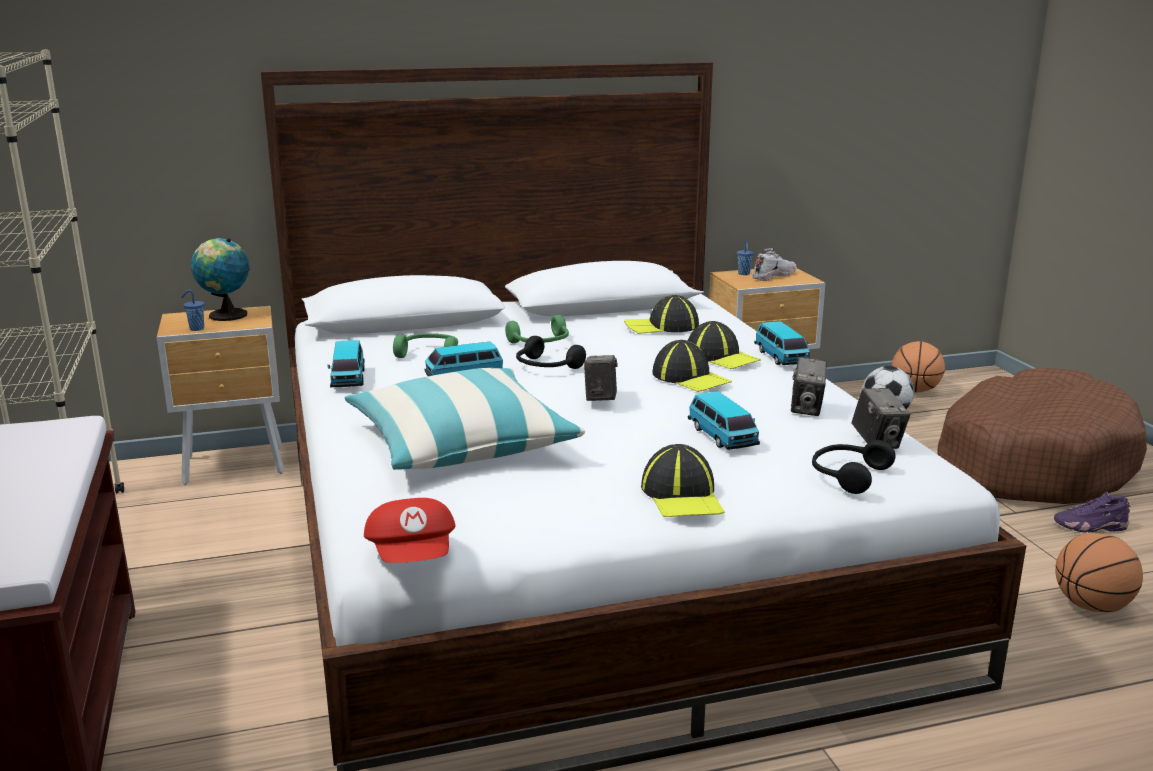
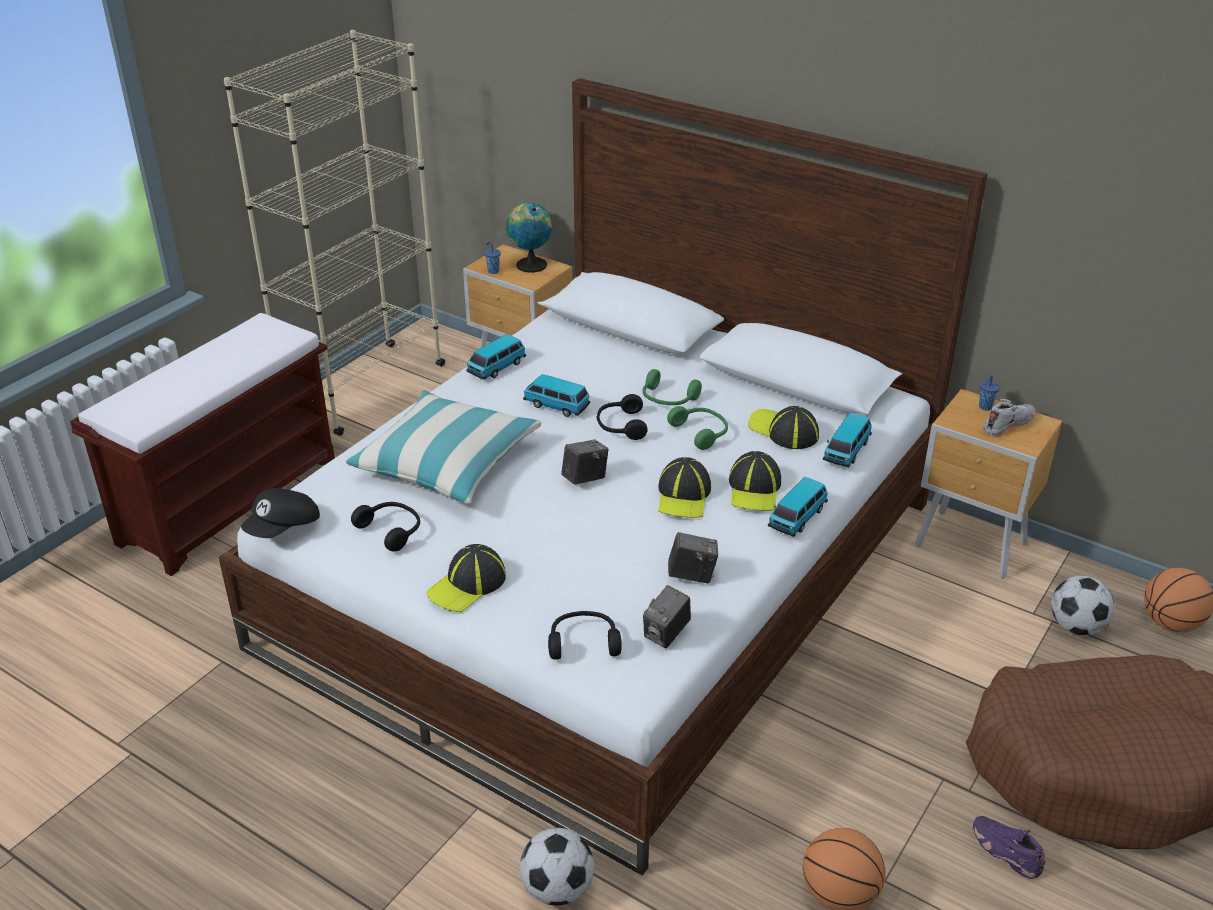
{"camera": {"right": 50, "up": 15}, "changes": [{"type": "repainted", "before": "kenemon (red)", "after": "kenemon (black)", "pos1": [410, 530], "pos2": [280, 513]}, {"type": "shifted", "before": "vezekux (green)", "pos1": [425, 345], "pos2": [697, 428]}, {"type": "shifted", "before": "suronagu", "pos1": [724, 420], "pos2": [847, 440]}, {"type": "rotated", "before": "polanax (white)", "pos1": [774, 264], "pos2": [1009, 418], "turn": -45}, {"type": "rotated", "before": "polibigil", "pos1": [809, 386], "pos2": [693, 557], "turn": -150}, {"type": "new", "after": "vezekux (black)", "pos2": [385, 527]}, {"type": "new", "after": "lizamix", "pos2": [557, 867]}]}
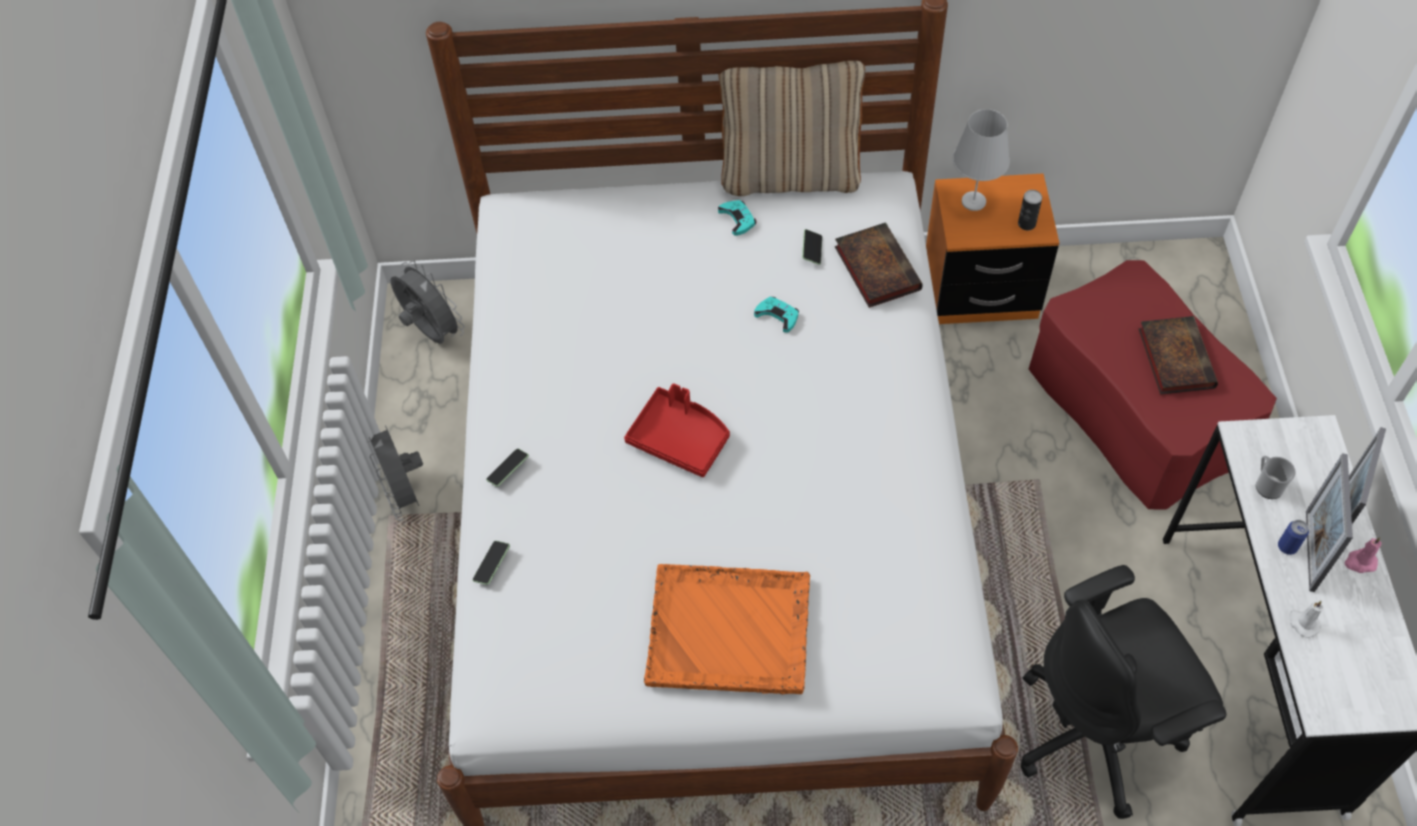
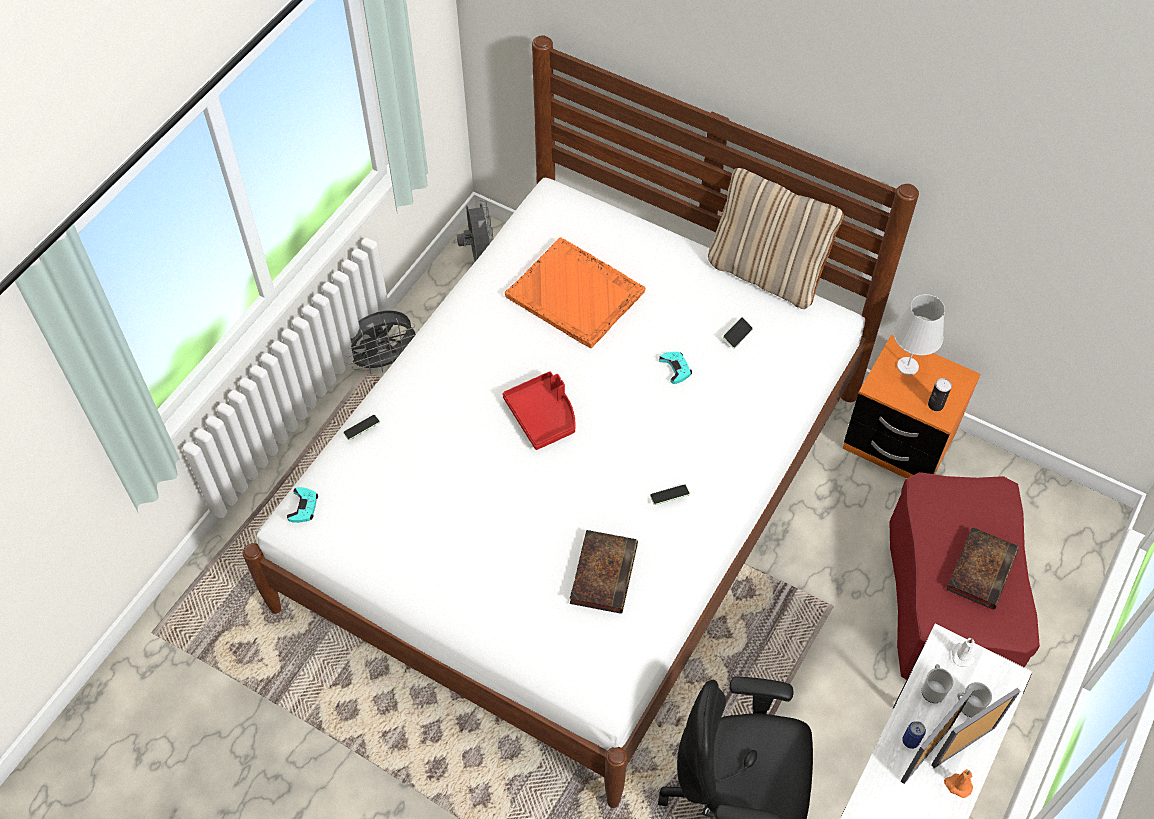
{"camera": {"right": 30, "up": 0}, "changes": [{"type": "rotated", "before": "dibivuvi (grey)", "pos1": [395, 473], "pos2": [382, 342], "turn": -120}, {"type": "shifted", "before": "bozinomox", "pos1": [507, 468], "pos2": [670, 495]}, {"type": "shifted", "before": "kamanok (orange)", "pos1": [727, 629], "pos2": [575, 293]}, {"type": "shifted", "before": "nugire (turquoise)", "pos1": [737, 218], "pos2": [302, 505]}, {"type": "shifted", "before": "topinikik", "pos1": [879, 265], "pos2": [604, 572]}, {"type": "shifted", "before": "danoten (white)", "pos1": [1306, 619], "pos2": [963, 652]}, {"type": "repainted", "before": "danoten (pink)", "after": "danoten (orange)", "pos1": [1363, 555], "pos2": [958, 783]}, {"type": "new", "after": "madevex", "pos2": [974, 699]}]}
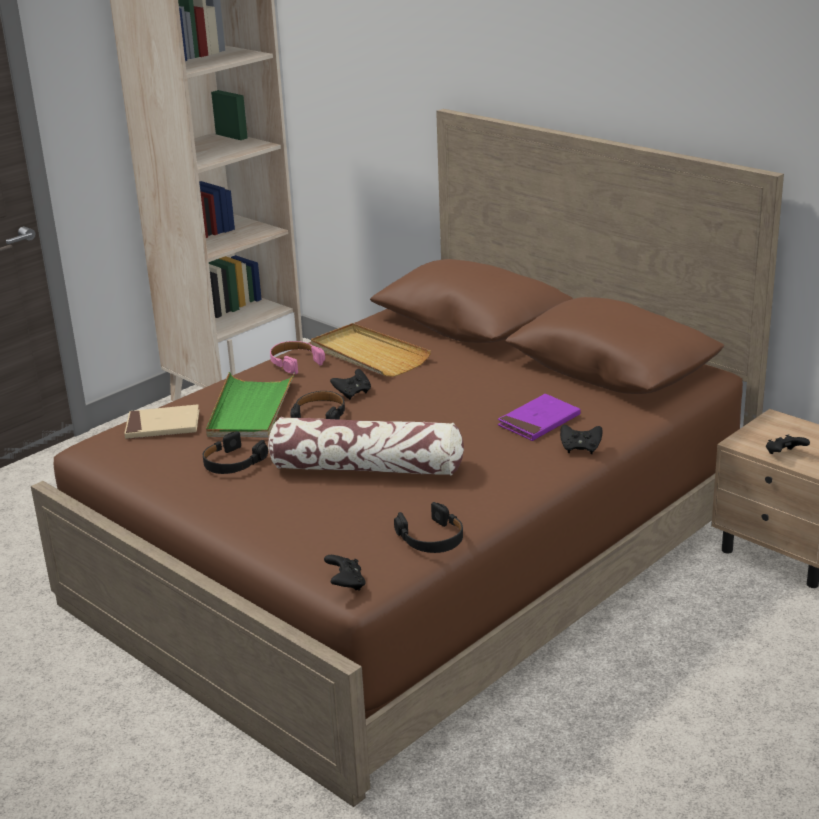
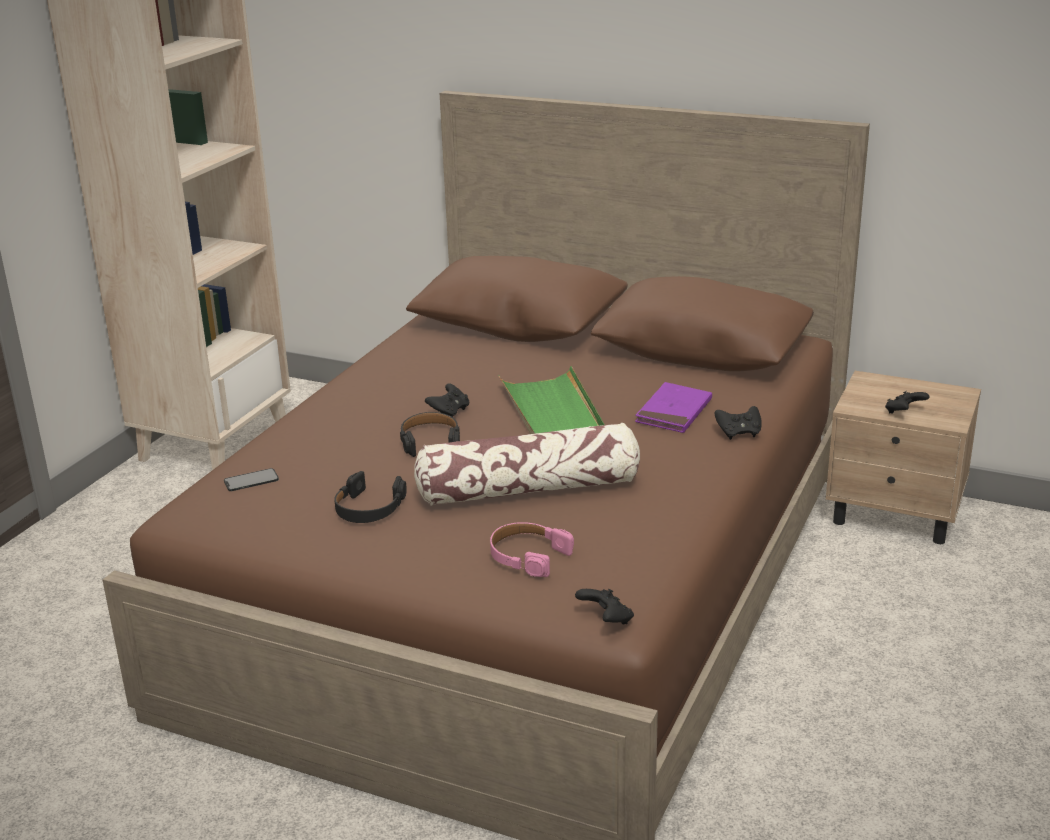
{"camera": {"right": -20, "up": 0}, "changes": [{"type": "swapped", "before": "topinikik (beige)", "after": "bozinomox", "pos1": [161, 421], "pos2": [251, 479]}, {"type": "shifted", "before": "kamanok (green)", "pos1": [250, 405], "pos2": [551, 400]}, {"type": "shifted", "before": "vezekux (pink)", "pos1": [297, 357], "pos2": [532, 549]}, {"type": "gone", "before": "kamanok (beige)", "pos1": [371, 350]}, {"type": "gone", "before": "vezekux (black)", "pos1": [428, 527]}]}
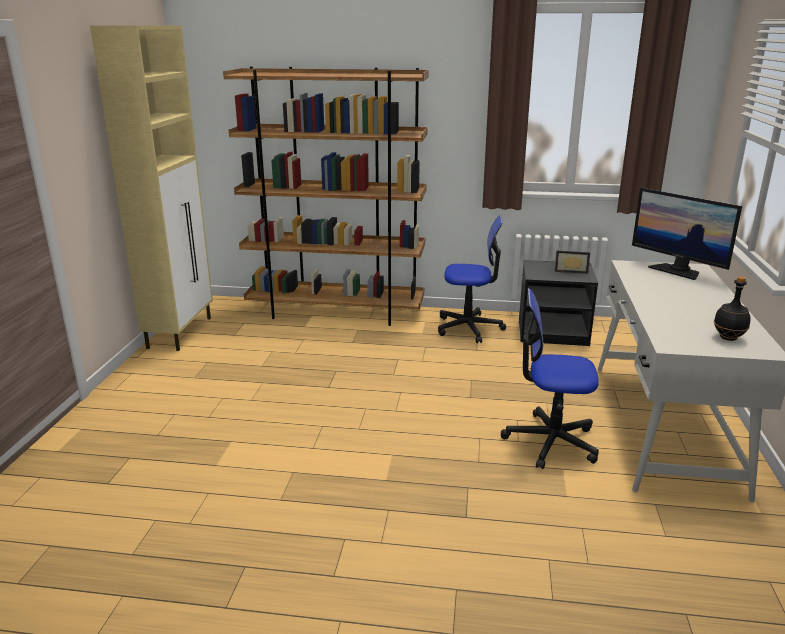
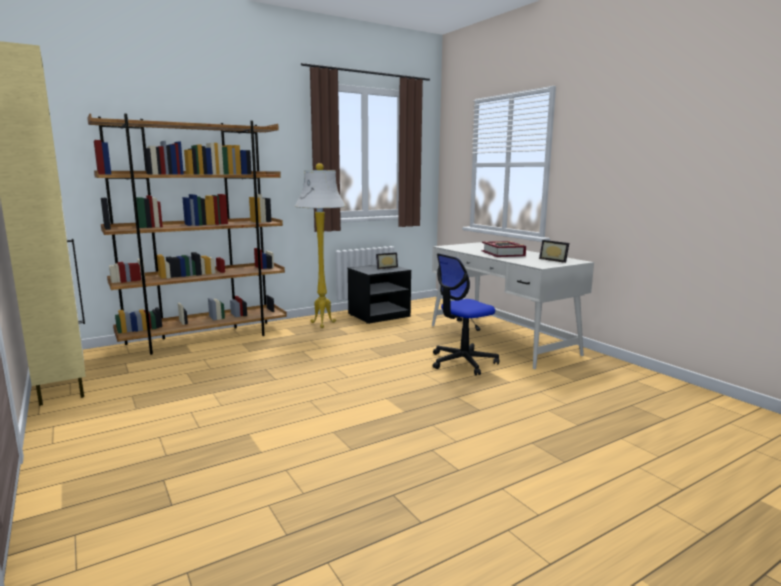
{"camera": {"right": -40, "up": -10}, "changes": [{"type": "swapped", "before": "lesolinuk", "after": "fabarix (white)", "pos1": [472, 279], "pos2": [320, 245]}, {"type": "gone", "before": "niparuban", "pos1": [687, 234]}, {"type": "swapped", "before": "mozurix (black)", "after": "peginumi", "pos1": [732, 309], "pos2": [554, 251]}, {"type": "new", "after": "topinikik", "pos2": [504, 249]}]}
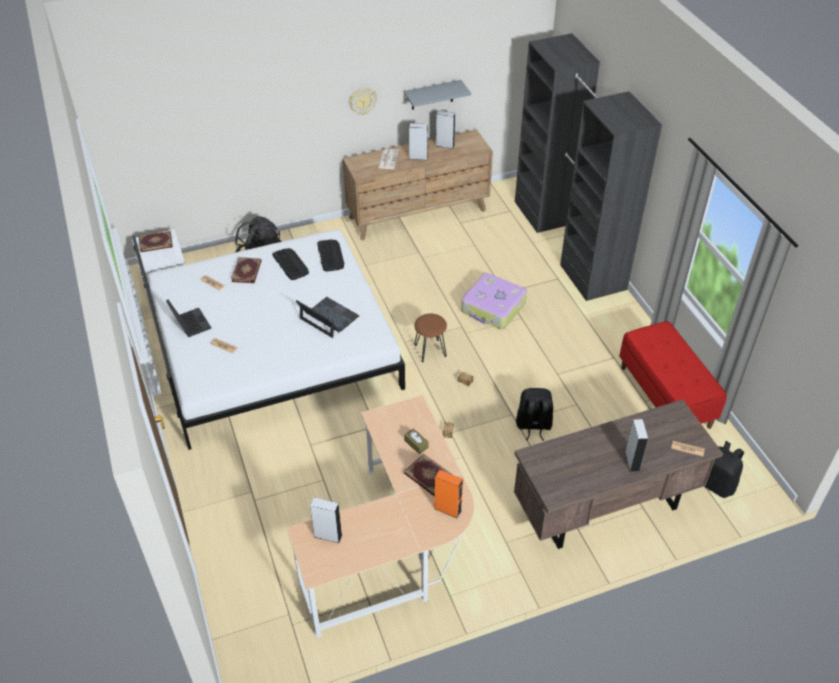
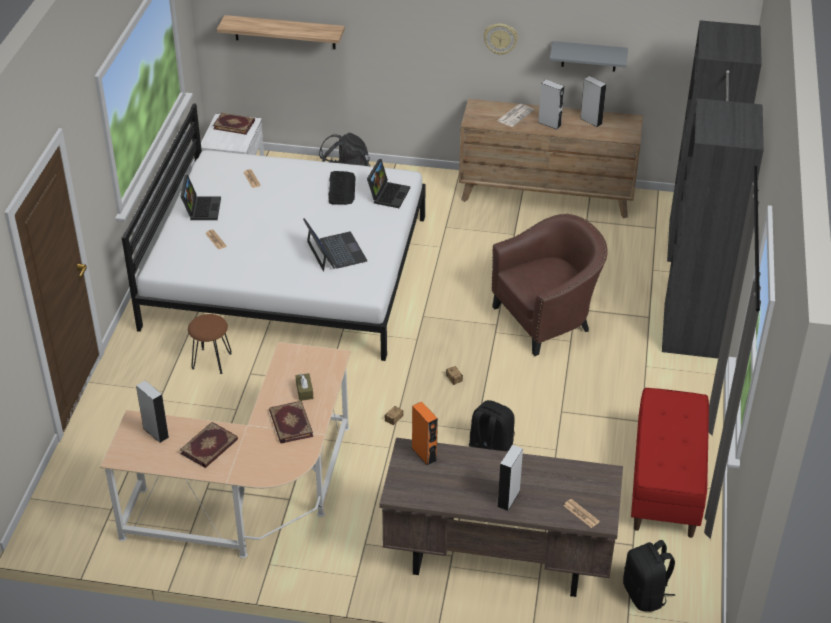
{"camera": {"right": 30, "up": -5}, "changes": [{"type": "shifted", "before": "topinikik", "pos1": [246, 270], "pos2": [209, 445]}, {"type": "swapped", "before": "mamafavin", "after": "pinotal", "pos1": [330, 255], "pos2": [388, 183]}, {"type": "shifted", "before": "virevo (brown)", "pos1": [430, 338], "pos2": [210, 344]}, {"type": "shifted", "before": "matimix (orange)", "pos1": [448, 494], "pos2": [425, 434]}, {"type": "swapped", "before": "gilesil", "after": "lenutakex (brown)", "pos1": [494, 301], "pos2": [549, 285]}, {"type": "new", "after": "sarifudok", "pos2": [281, 32]}]}
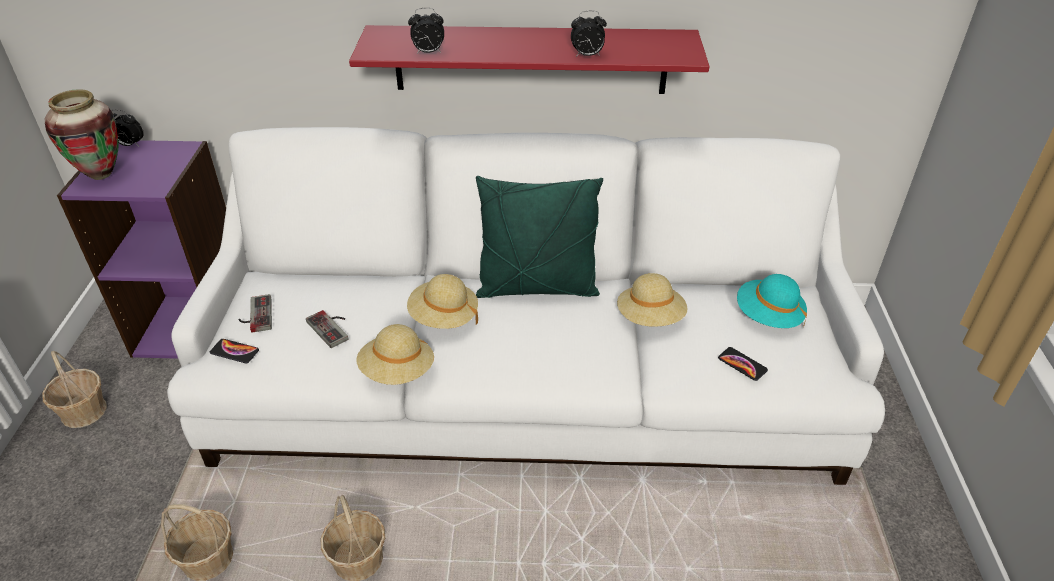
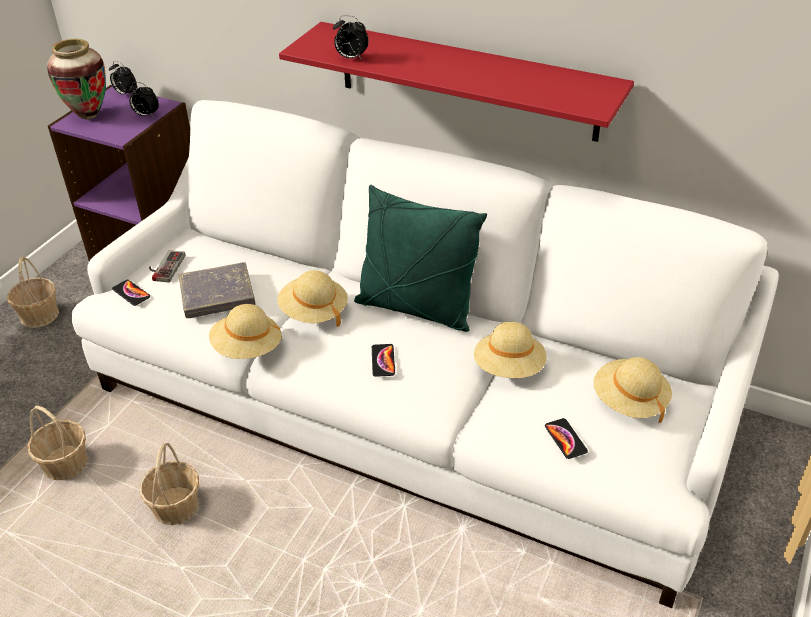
{"camera": {"right": 25, "up": 0}, "changes": [{"type": "swapped", "before": "nugire", "after": "topinikik (grey)", "pos1": [327, 329], "pos2": [217, 290]}, {"type": "shifted", "before": "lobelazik", "pos1": [589, 34], "pos2": [143, 99]}, {"type": "repainted", "before": "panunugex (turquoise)", "after": "panunugex (beige)", "pos1": [772, 301], "pos2": [633, 390]}, {"type": "new", "after": "bozinomox", "pos2": [383, 360]}]}
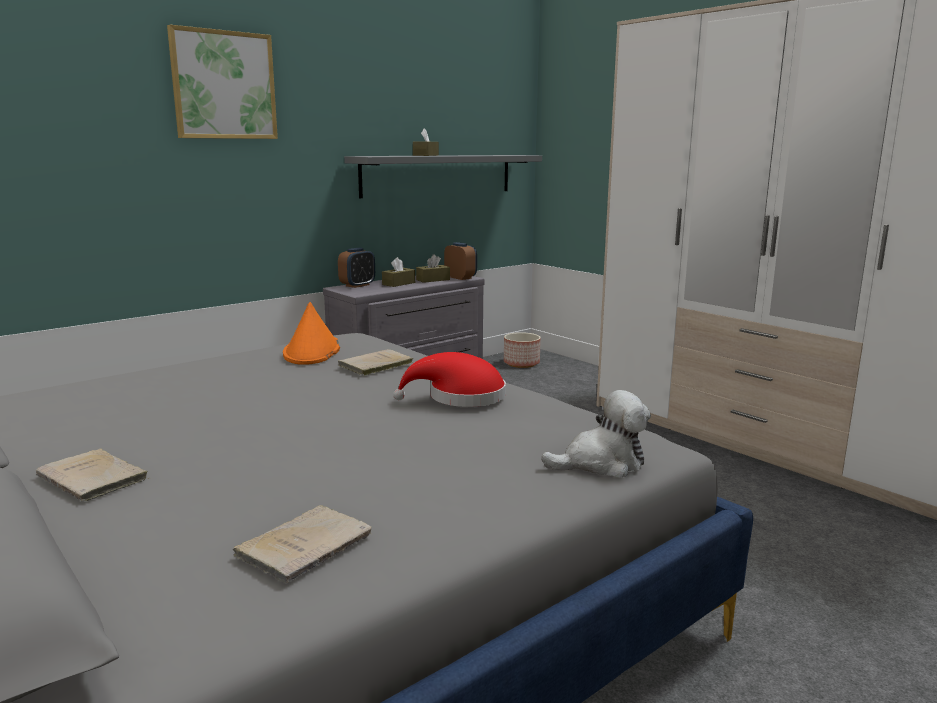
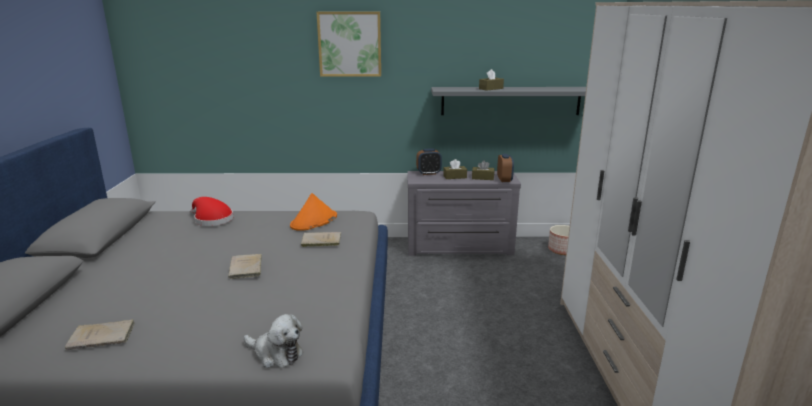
{"camera": {"right": 40, "up": 5}, "changes": [{"type": "shifted", "before": "topinikik (beige)", "pos1": [92, 475], "pos2": [245, 266]}, {"type": "shifted", "before": "panunugex (red)", "pos1": [449, 379], "pos2": [211, 211]}]}
